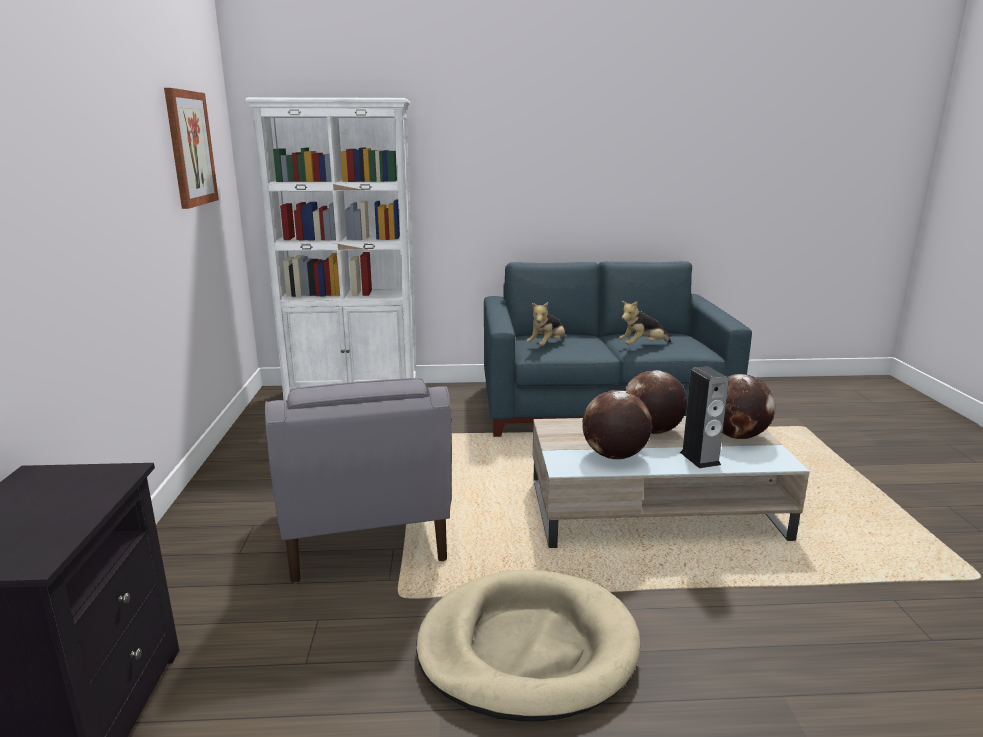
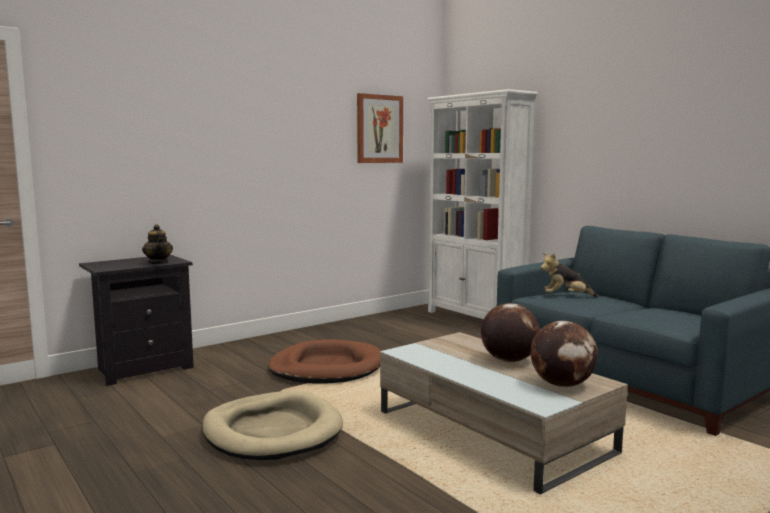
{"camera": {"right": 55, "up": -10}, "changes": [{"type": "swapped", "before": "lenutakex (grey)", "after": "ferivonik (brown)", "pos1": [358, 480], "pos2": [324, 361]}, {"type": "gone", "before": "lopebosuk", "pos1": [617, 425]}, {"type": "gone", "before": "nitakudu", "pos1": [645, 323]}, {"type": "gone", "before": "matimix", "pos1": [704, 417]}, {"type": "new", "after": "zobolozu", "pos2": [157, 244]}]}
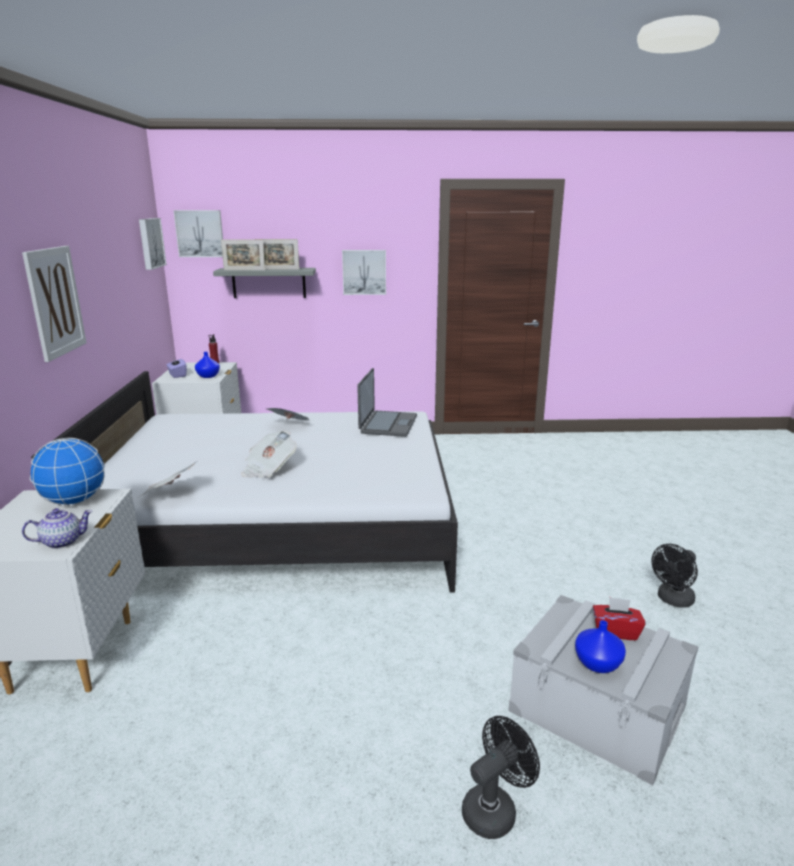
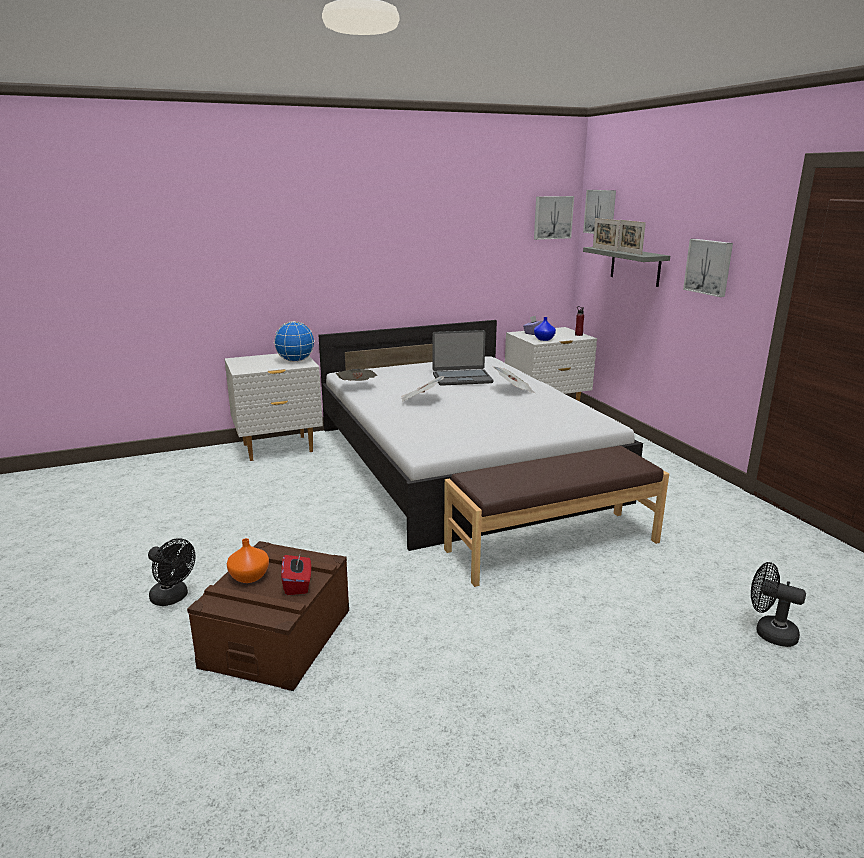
{"camera": {"right": 70, "up": 0}, "changes": [{"type": "gone", "before": "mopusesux", "pos1": [54, 304]}, {"type": "gone", "before": "zobolozu", "pos1": [57, 528]}, {"type": "shifted", "before": "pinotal", "pos1": [387, 402], "pos2": [463, 358]}, {"type": "repainted", "before": "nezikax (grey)", "after": "nezikax (brown)", "pos1": [603, 690], "pos2": [268, 616]}, {"type": "repainted", "before": "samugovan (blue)", "after": "samugovan (orange)", "pos1": [600, 646], "pos2": [248, 560]}, {"type": "shifted", "before": "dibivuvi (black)", "pos1": [674, 576], "pos2": [778, 604]}, {"type": "new", "after": "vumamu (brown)", "pos2": [556, 516]}]}
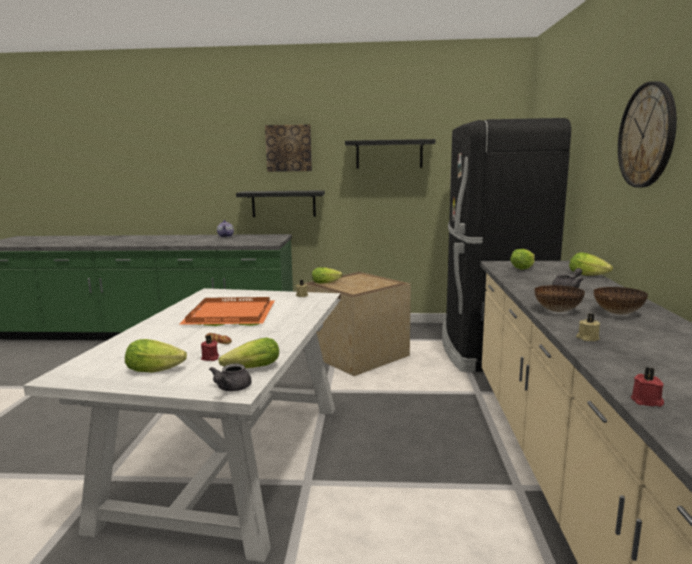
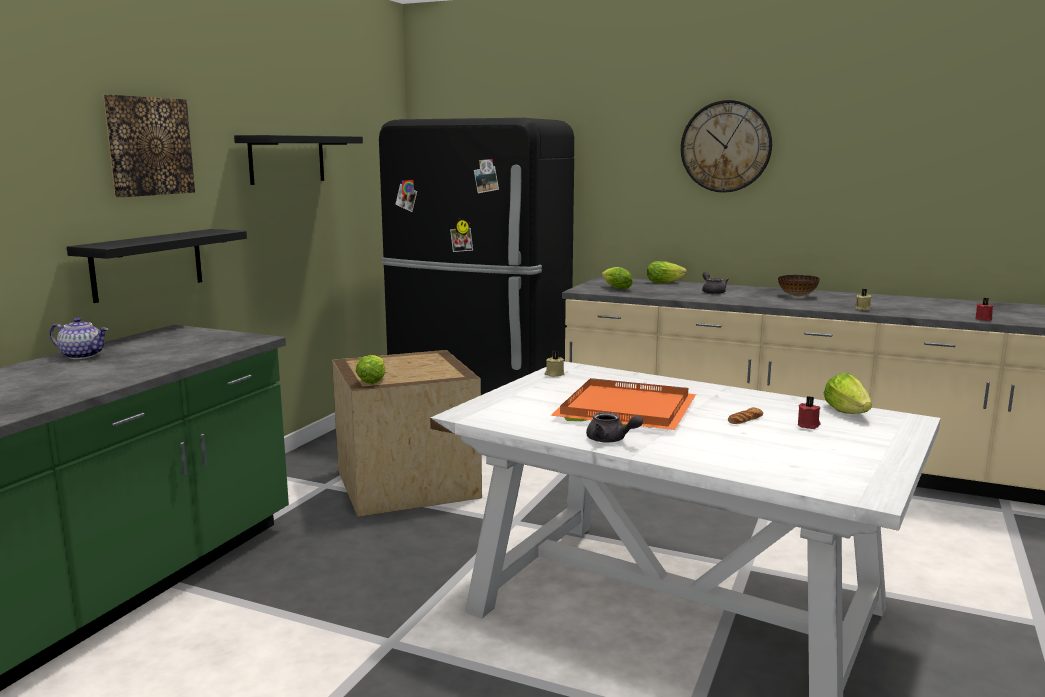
{"camera": {"right": -70, "up": 0}, "changes": [{"type": "gone", "before": "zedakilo", "pos1": [156, 356]}, {"type": "shifted", "before": "zobolozu (grey)", "pos1": [230, 377], "pos2": [614, 427]}, {"type": "gone", "before": "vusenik", "pos1": [559, 298]}]}
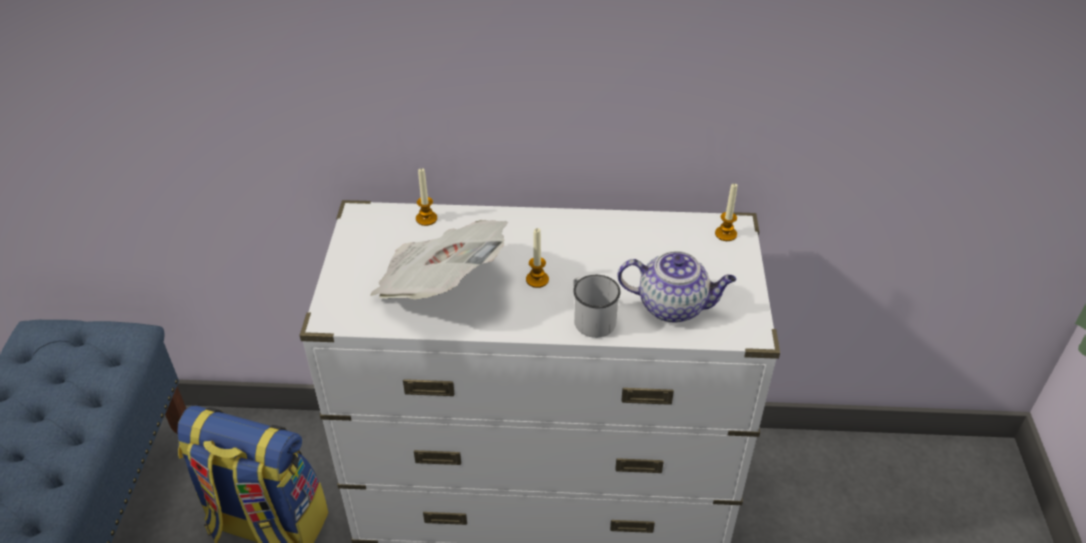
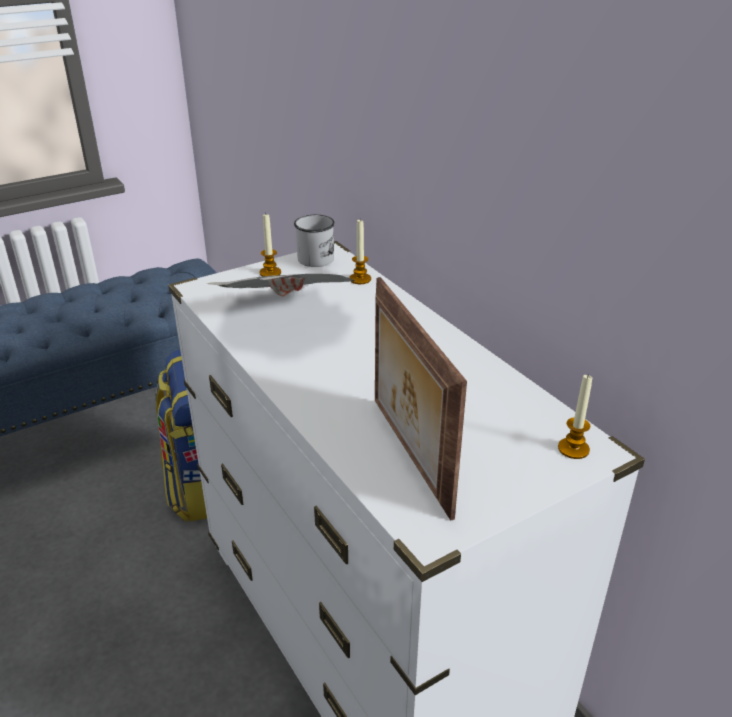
{"camera": {"right": 55, "up": -10}, "changes": [{"type": "shifted", "before": "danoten", "pos1": [537, 258], "pos2": [270, 245]}, {"type": "shifted", "before": "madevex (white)", "pos1": [597, 306], "pos2": [314, 241]}, {"type": "swapped", "before": "zobolozu", "after": "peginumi", "pos1": [677, 287], "pos2": [421, 399]}]}
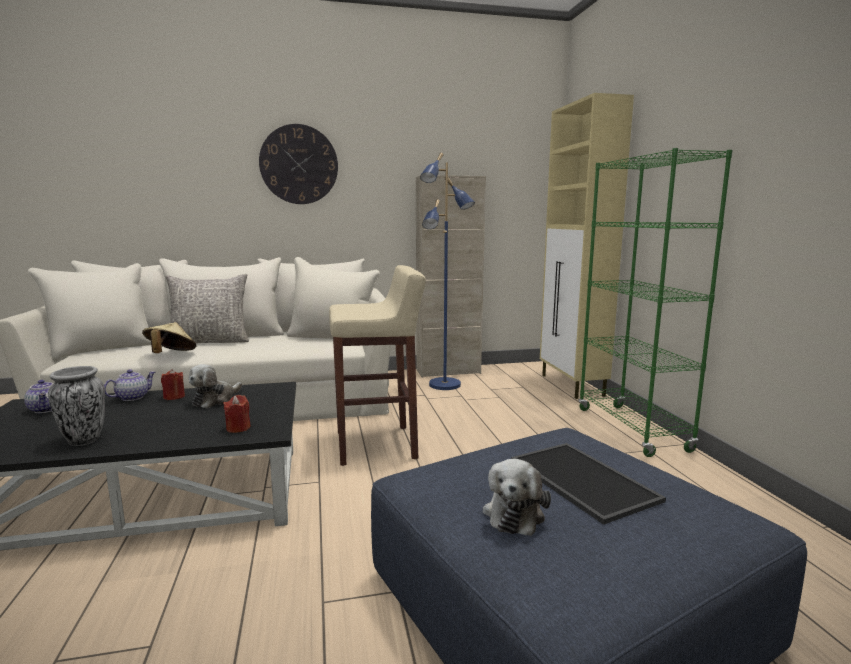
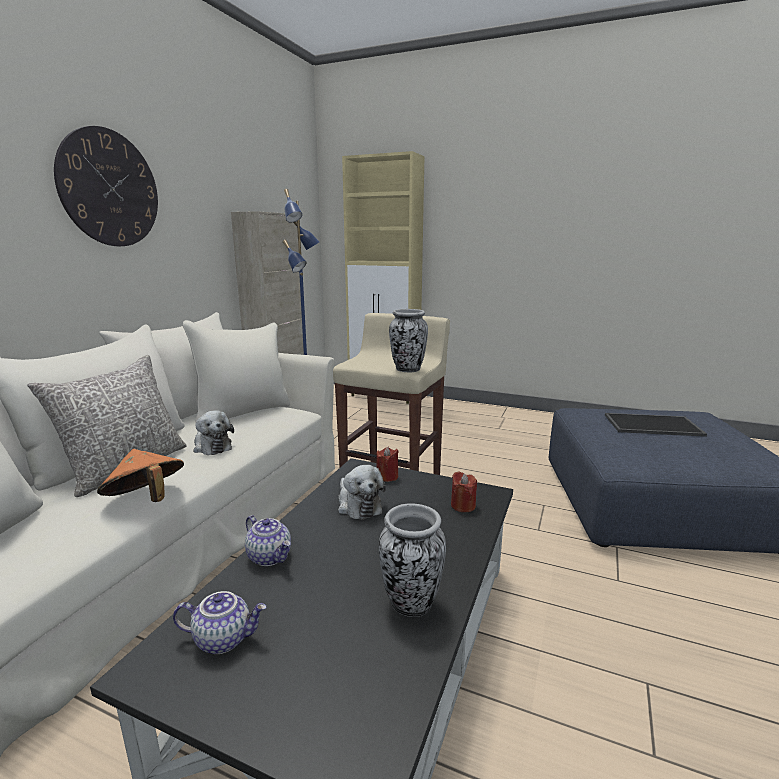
{"camera": {"right": -55, "up": 5}, "changes": [{"type": "rotated", "before": "zobolozu", "pos1": [129, 385], "pos2": [268, 540], "turn": 150}, {"type": "repainted", "before": "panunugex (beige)", "after": "panunugex (orange)", "pos1": [169, 337], "pos2": [140, 475]}, {"type": "shifted", "before": "danoten (red)", "pos1": [173, 384], "pos2": [387, 464]}, {"type": "shifted", "before": "nitakudu", "pos1": [517, 497], "pos2": [213, 432]}, {"type": "gone", "before": "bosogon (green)", "pos1": [655, 302]}, {"type": "new", "after": "samugovan", "pos2": [408, 340]}]}
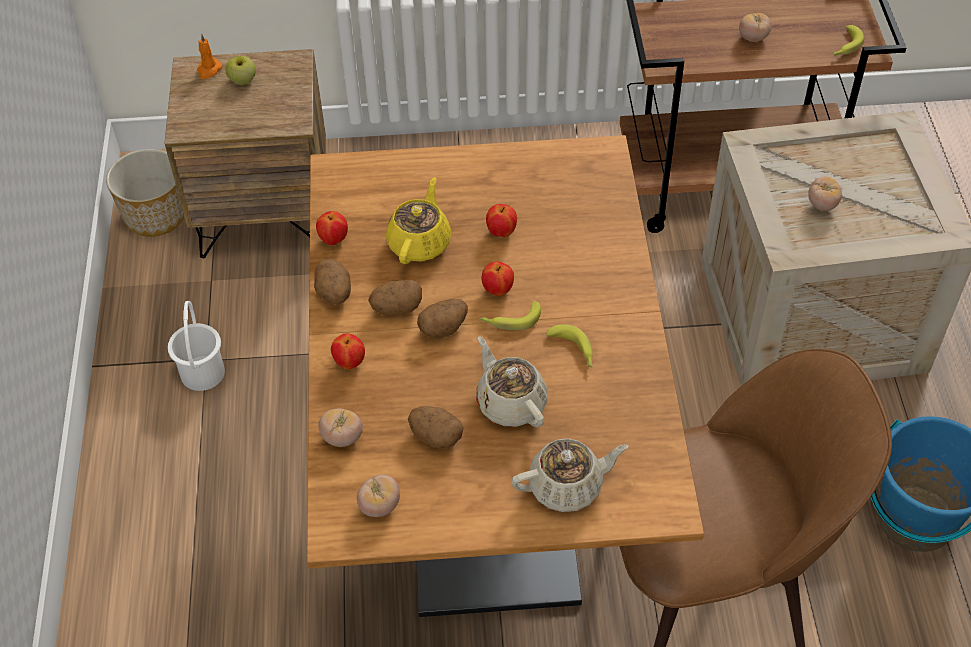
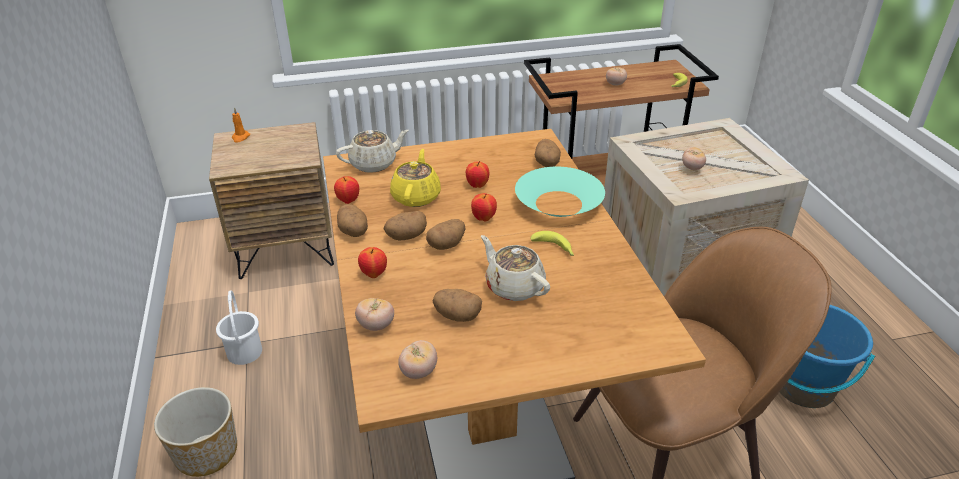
{"camera": {"right": -10, "up": -15}, "changes": [{"type": "shifted", "before": "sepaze", "pos1": [145, 193], "pos2": [195, 432]}, {"type": "gone", "before": "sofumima", "pos1": [240, 70]}, {"type": "gone", "before": "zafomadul", "pos1": [510, 315]}, {"type": "shifted", "before": "zobolozu (beige)", "pos1": [569, 475], "pos2": [372, 151]}, {"type": "new", "after": "vusenik (turquoise)", "pos2": [560, 192]}, {"type": "new", "after": "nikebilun", "pos2": [548, 153]}]}
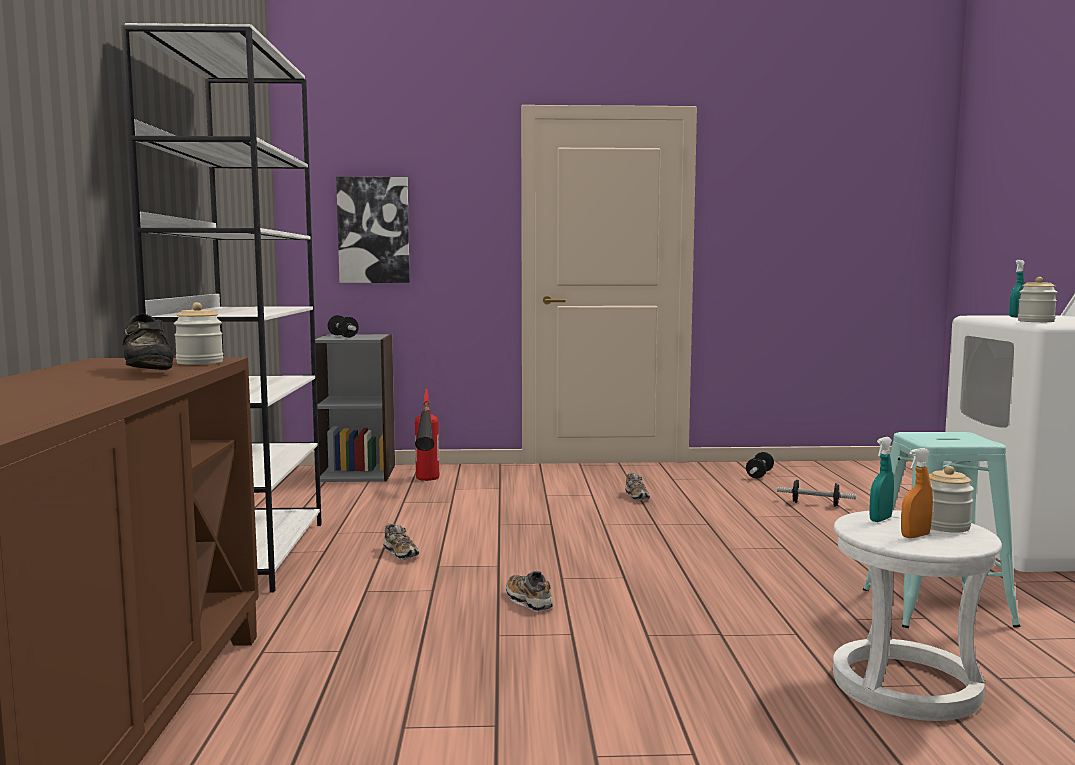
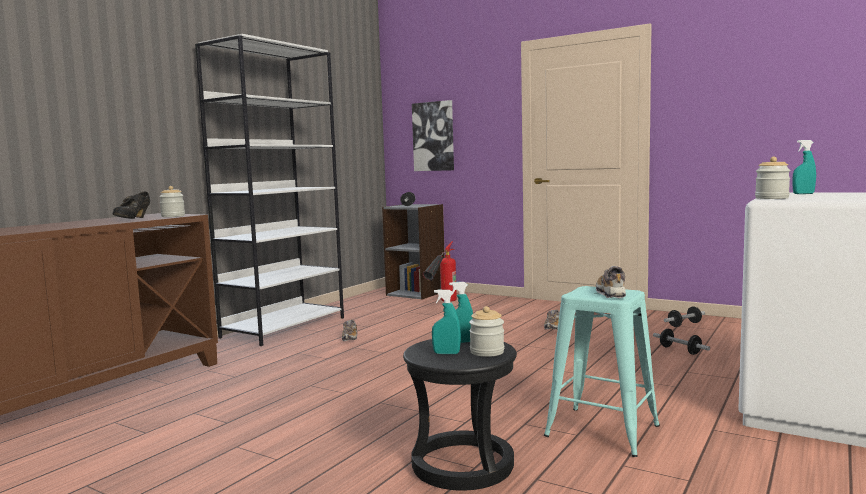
{"camera": {"right": 35, "up": 0}, "changes": [{"type": "shifted", "before": "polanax", "pos1": [529, 591], "pos2": [611, 282]}, {"type": "repainted", "before": "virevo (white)", "after": "virevo (black)", "pos1": [917, 615], "pos2": [460, 415]}, {"type": "repainted", "before": "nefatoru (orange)", "after": "nefatoru (turquoise)", "pos1": [917, 493], "pos2": [446, 322]}]}
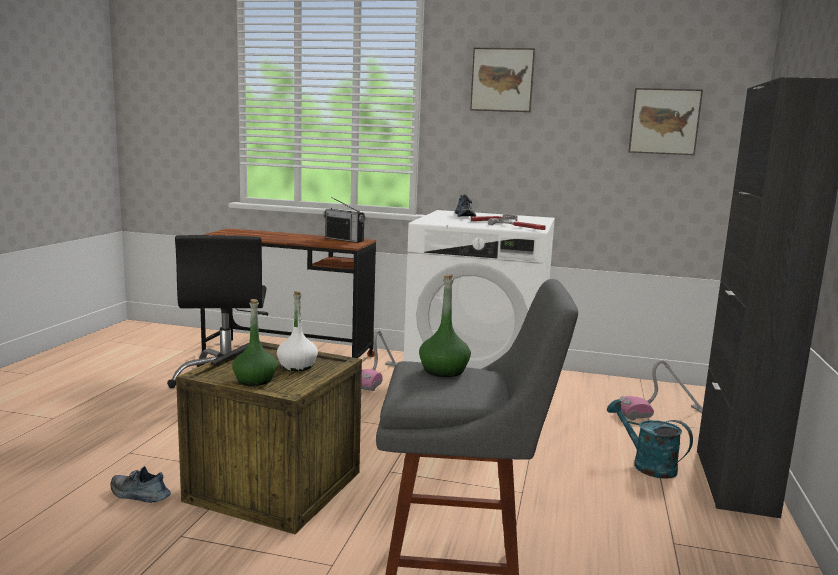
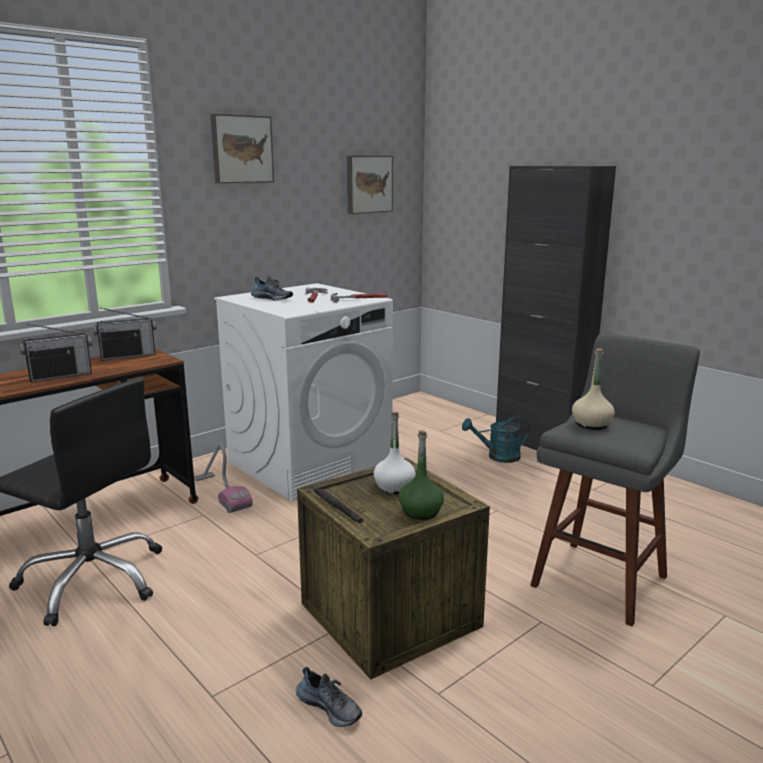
{"camera": {"right": -55, "up": 5}, "changes": [{"type": "rotated", "before": "polanax", "pos1": [141, 484], "pos2": [329, 697], "turn": -105}, {"type": "repainted", "before": "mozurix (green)", "after": "mozurix (beige)", "pos1": [445, 325], "pos2": [593, 389]}, {"type": "gone", "before": "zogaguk", "pos1": [661, 390]}, {"type": "new", "after": "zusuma", "pos2": [55, 353]}]}
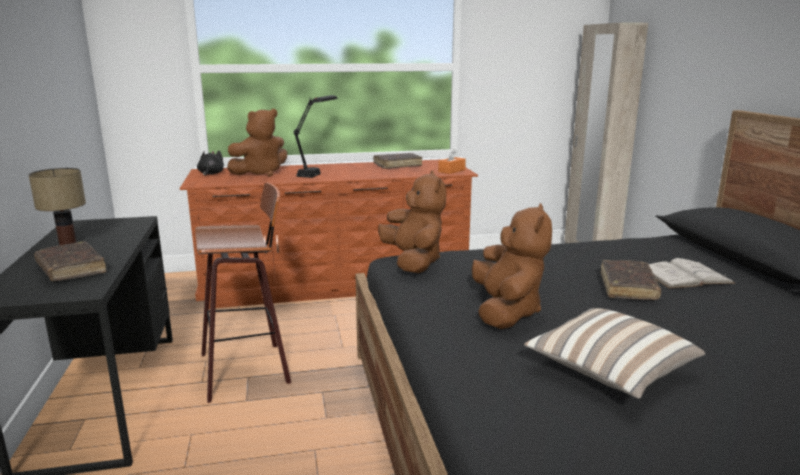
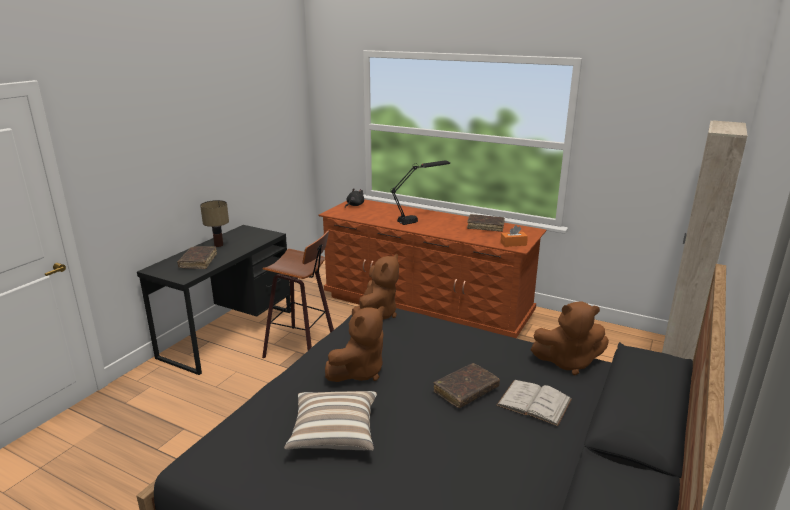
{"camera": {"right": 40, "up": 5}, "changes": [{"type": "shifted", "before": "nitakudu (brown)", "pos1": [257, 142], "pos2": [569, 338]}]}
